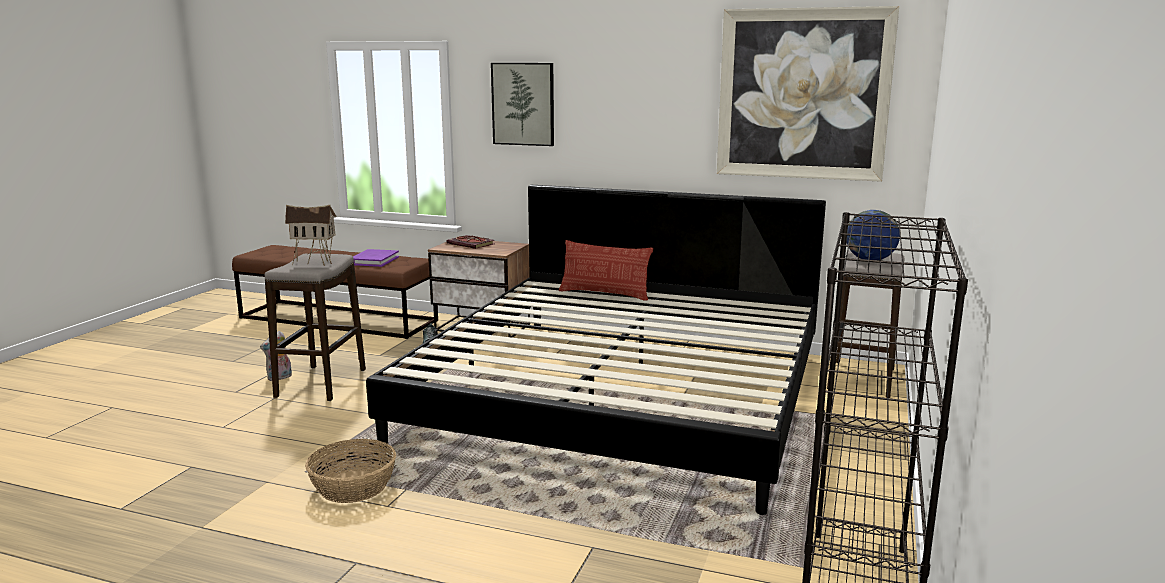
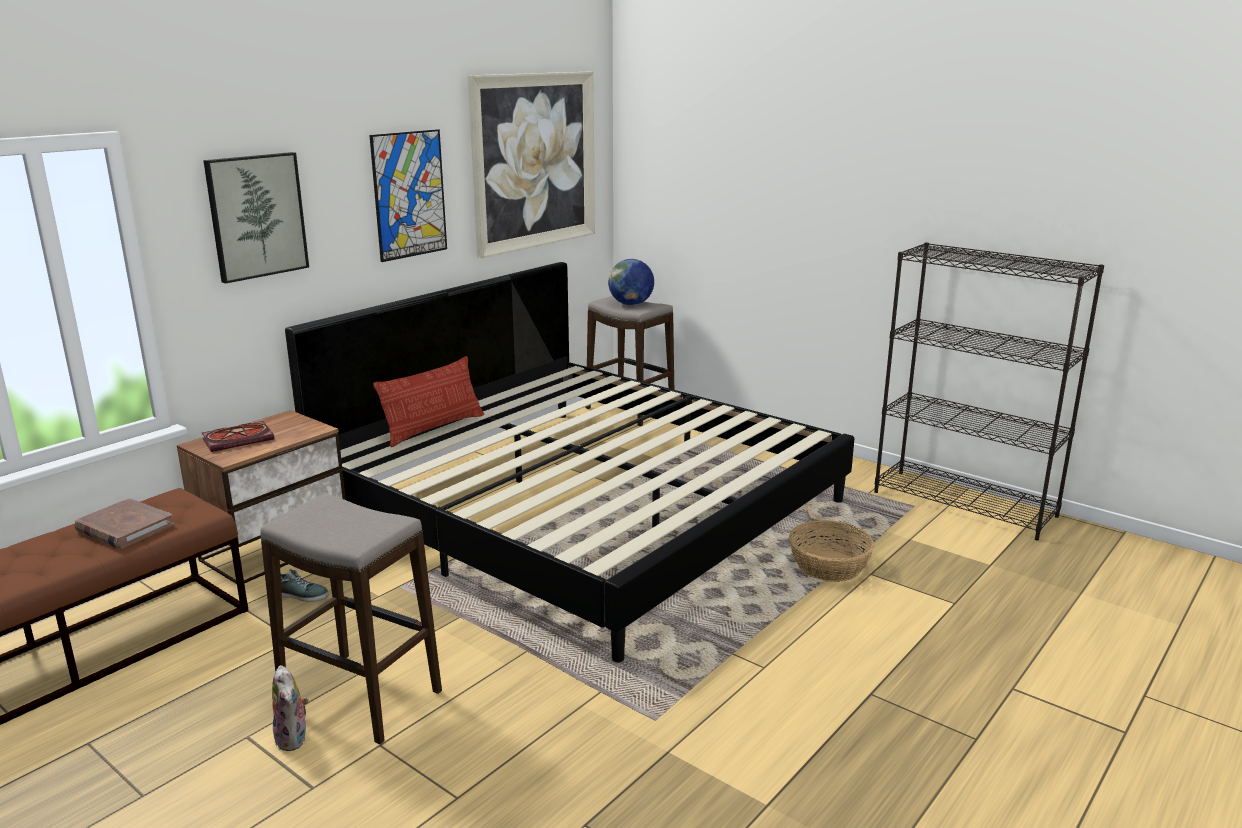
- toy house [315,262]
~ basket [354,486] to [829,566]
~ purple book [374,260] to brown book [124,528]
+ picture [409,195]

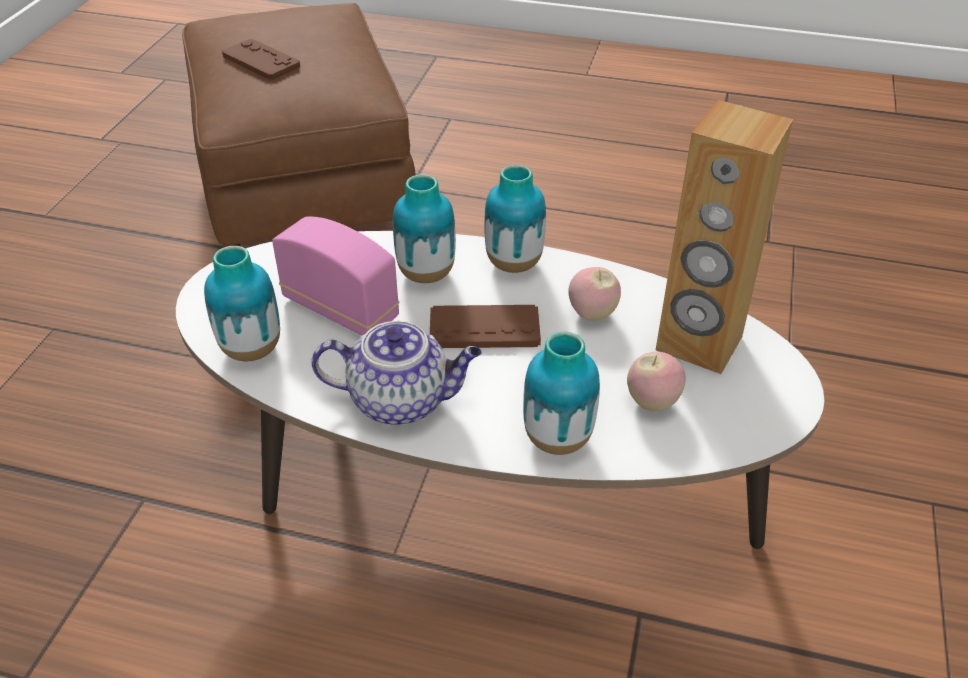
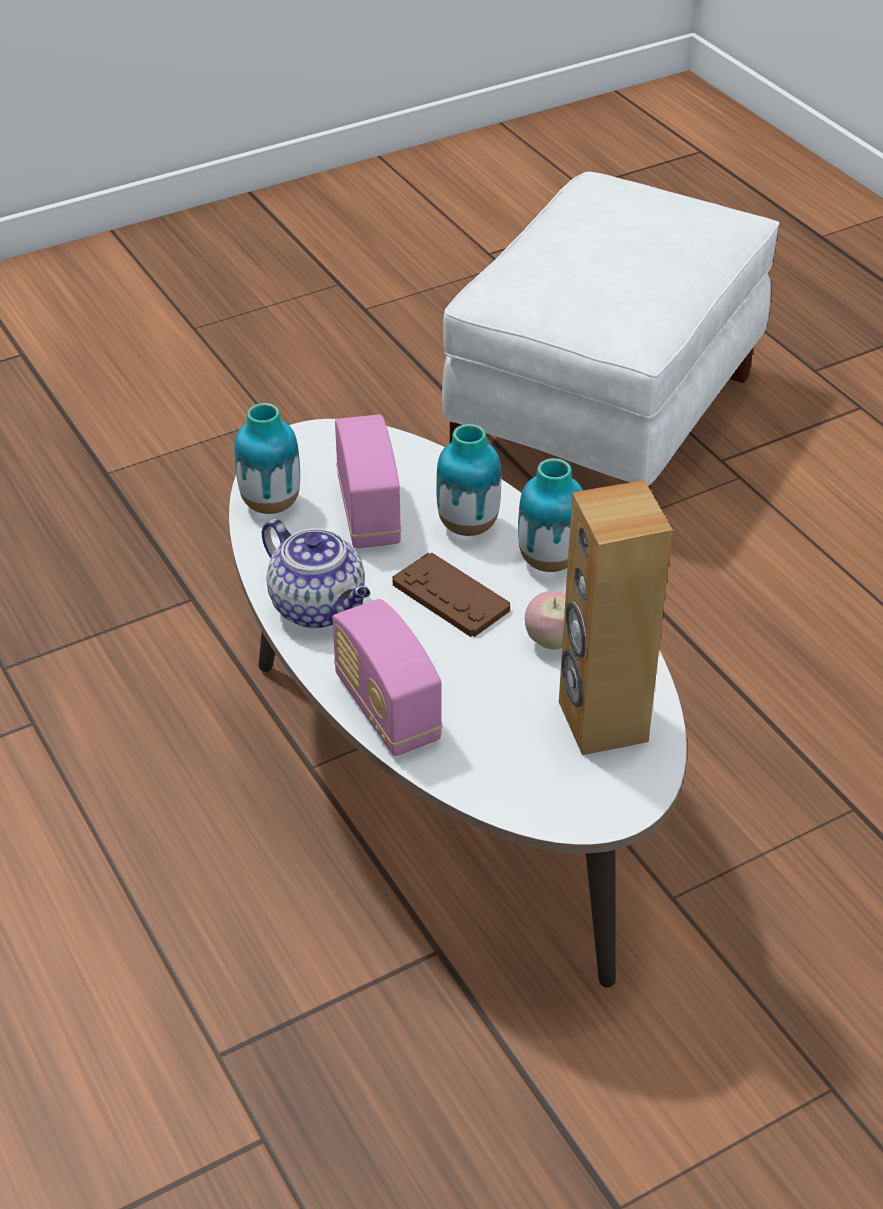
~ brown ottoman [308,199] to white ottoman [605,417]
- brown game controller [261,61]
~ vase [557,439] to radio [387,709]
- apple [652,402]

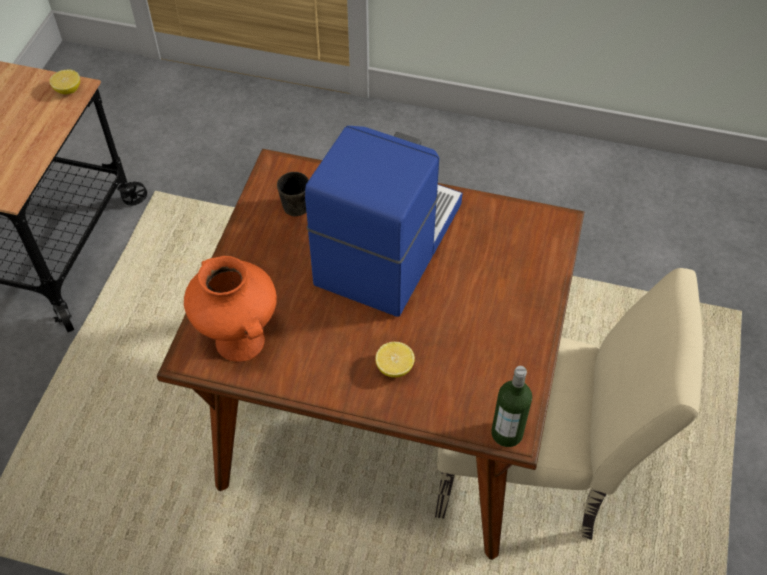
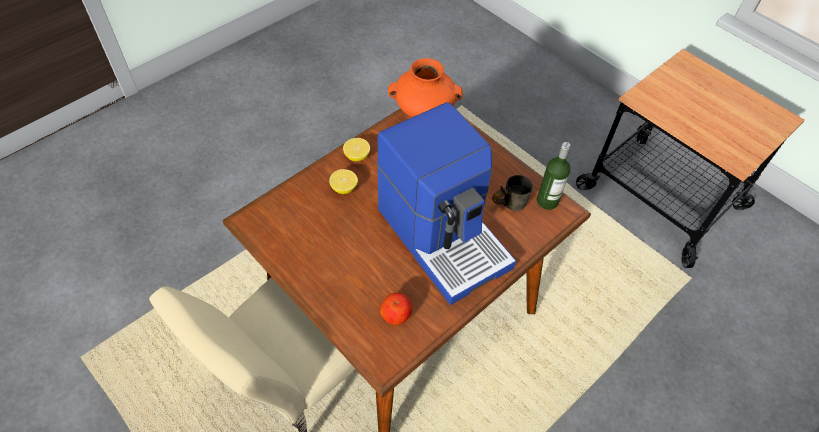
~ lemon [68,90] to [357,156]
~ bottle [507,433] to [547,201]
+ apple [396,315]

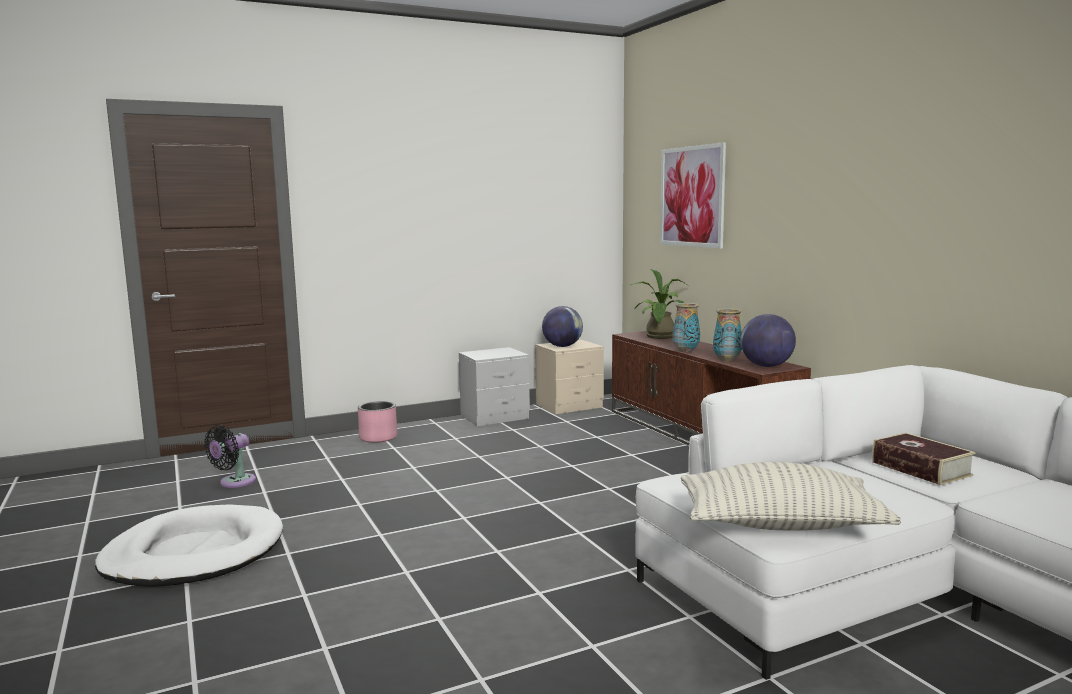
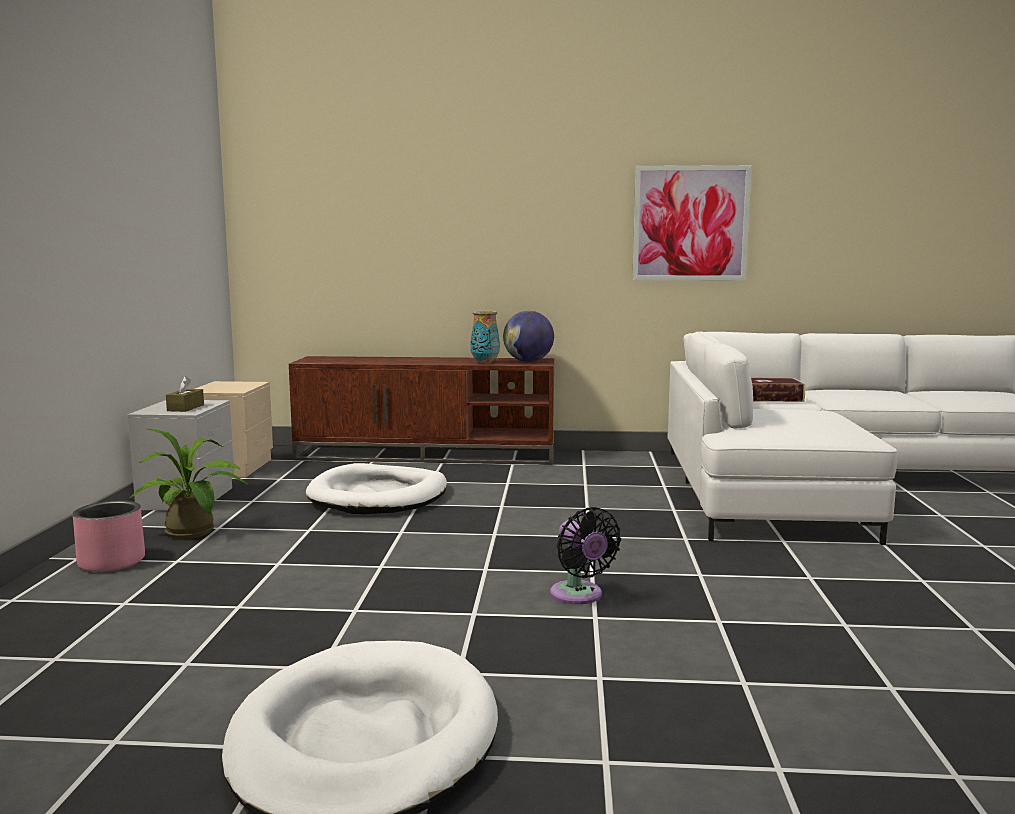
~ black fan [234,482] to [579,596]
- globe [562,346]
~ potted plant [660,337] to [194,534]
~ picture [692,196] to [690,223]
- vase [686,351]
- pillow [780,525]
+ brown tissue box [185,408]
+ white dog bed [379,496]

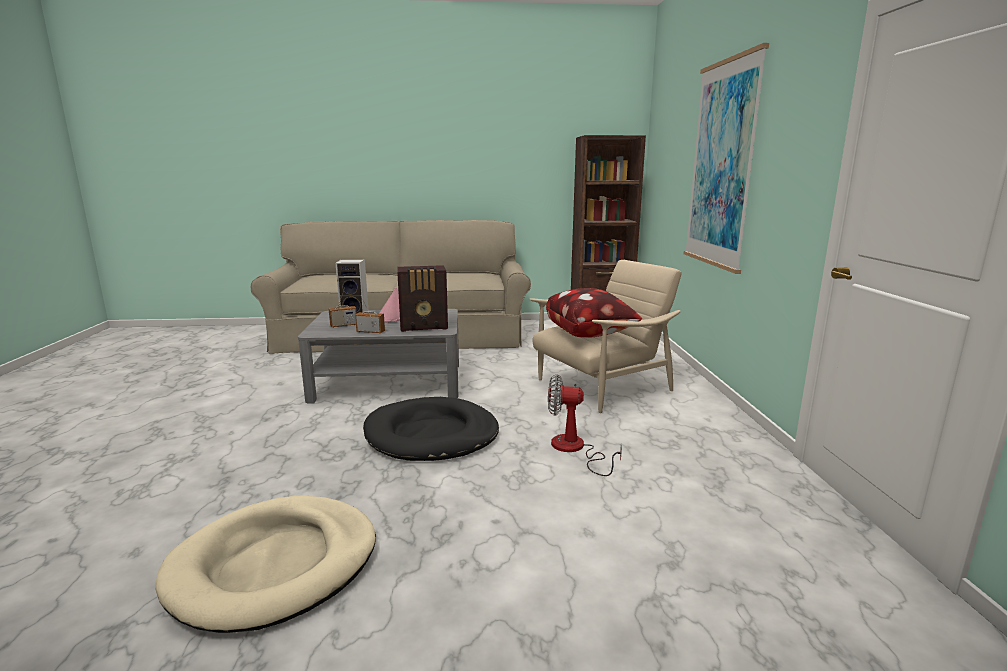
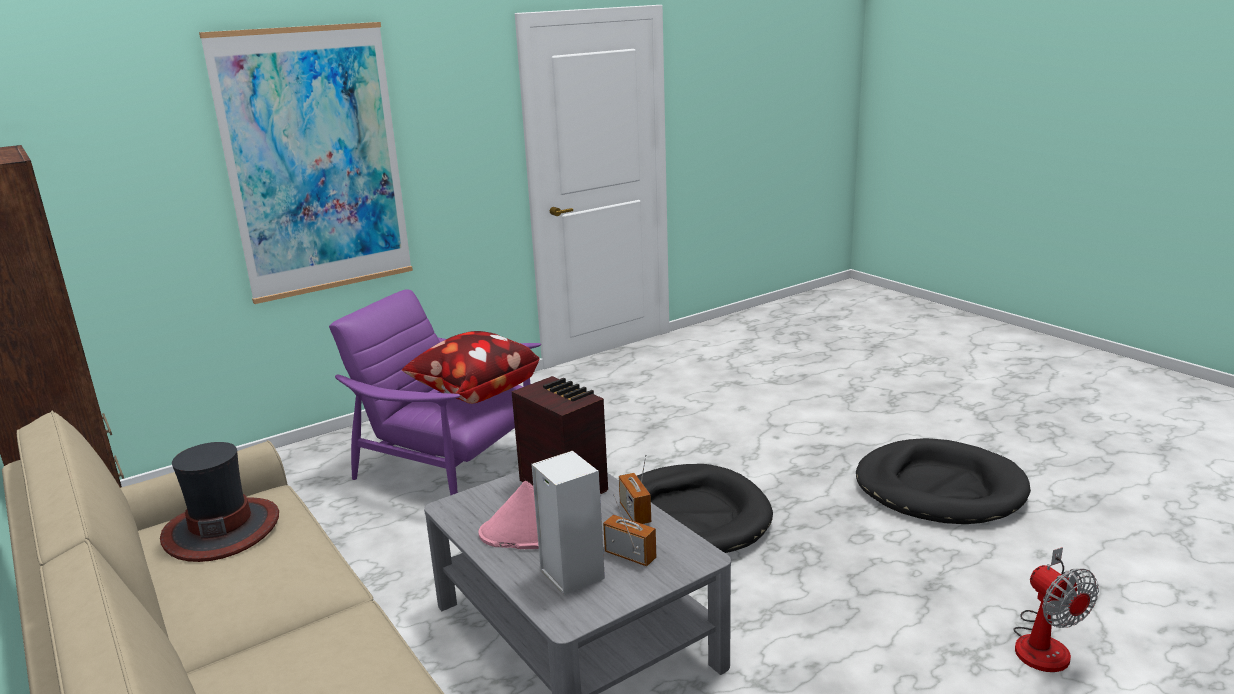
~ beige dog bed [275,565] to black dog bed [939,488]
~ beige armchair [601,386] to purple armchair [449,465]
~ fan [574,449] to [1044,642]
+ hat [222,529]

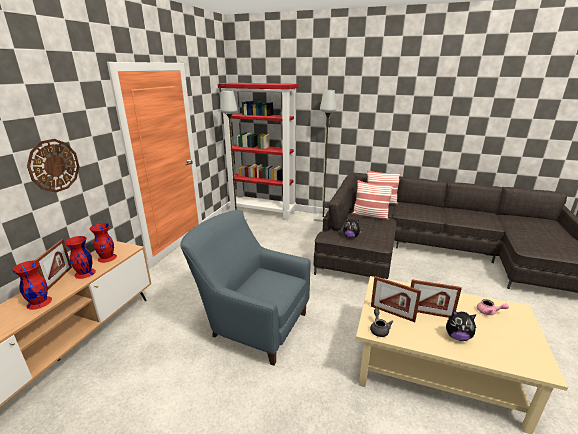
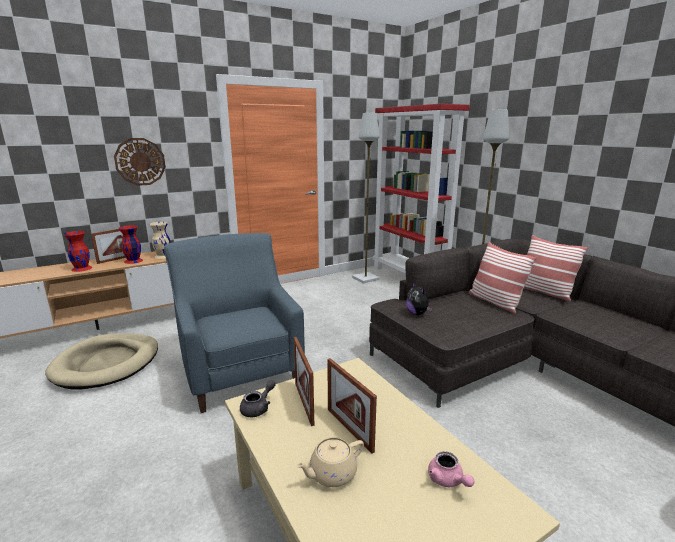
~ red vase [107,258] to beige vase [163,256]
~ plush toy [457,337] to beige teapot [331,474]
+ beige dog bed [107,363]

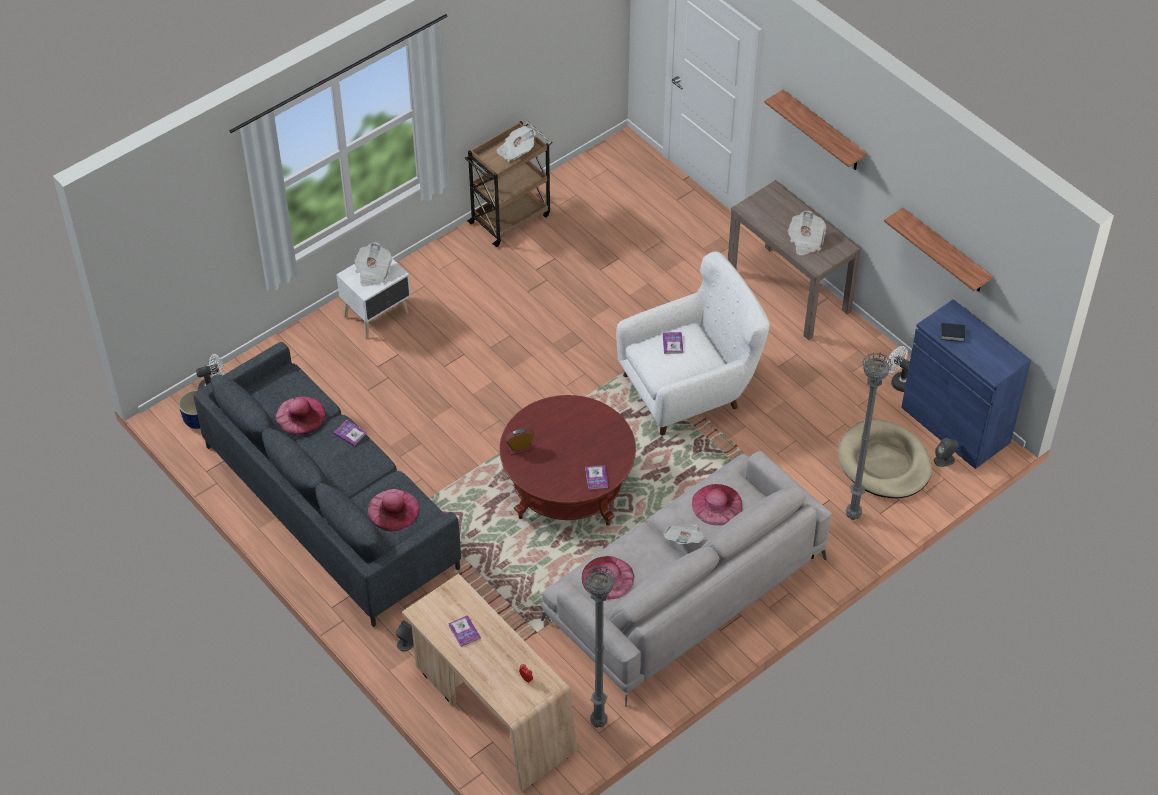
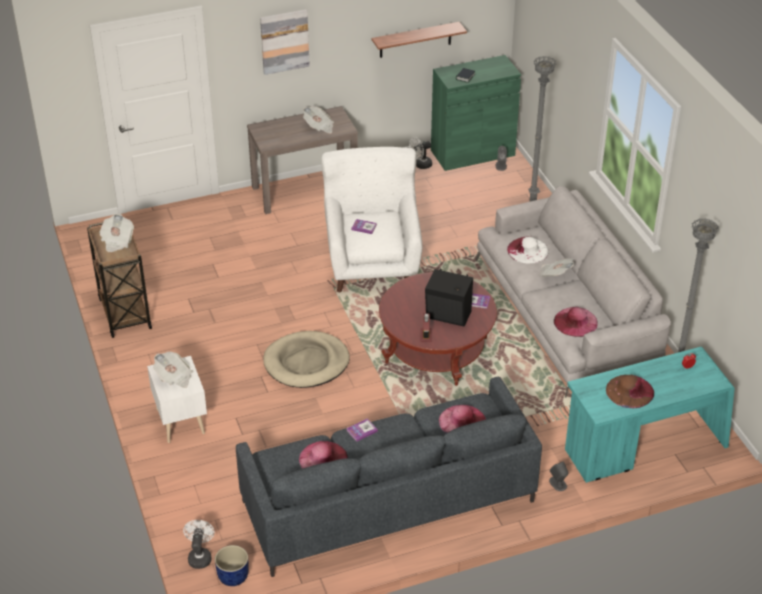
~ beige desk [491,710] to turquoise desk [643,447]
~ book [464,631] to brown hat [629,391]
~ pink hat [717,504] to white hat [527,250]
~ shelf [823,132] to picture [284,41]
~ beige dog bed [884,463] to [306,363]
~ blue cabinet [955,425] to green cabinet [472,153]
+ black speaker [448,316]

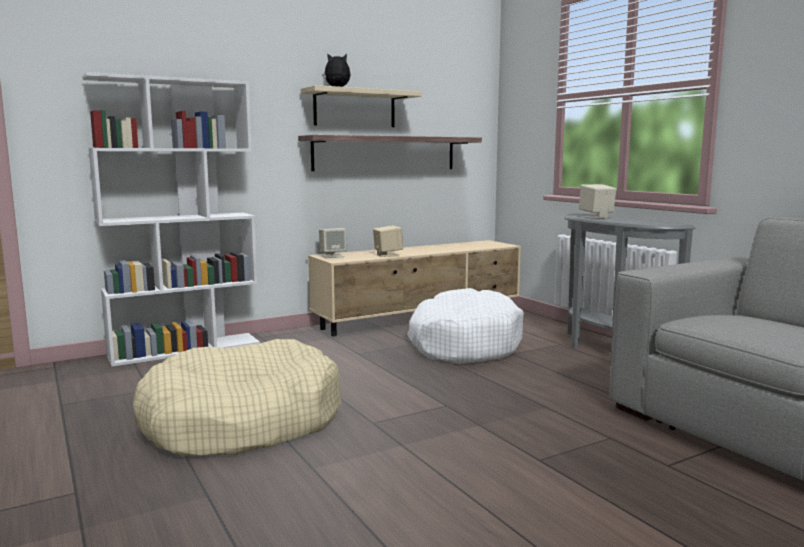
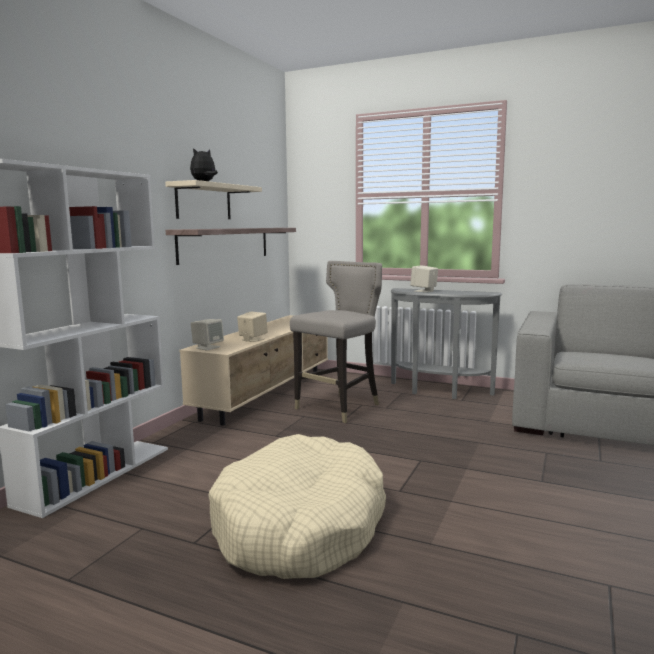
~ white dog bed [464,344] to grey stool [340,407]

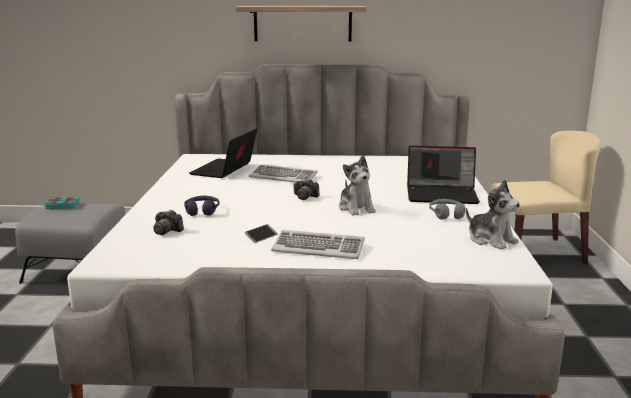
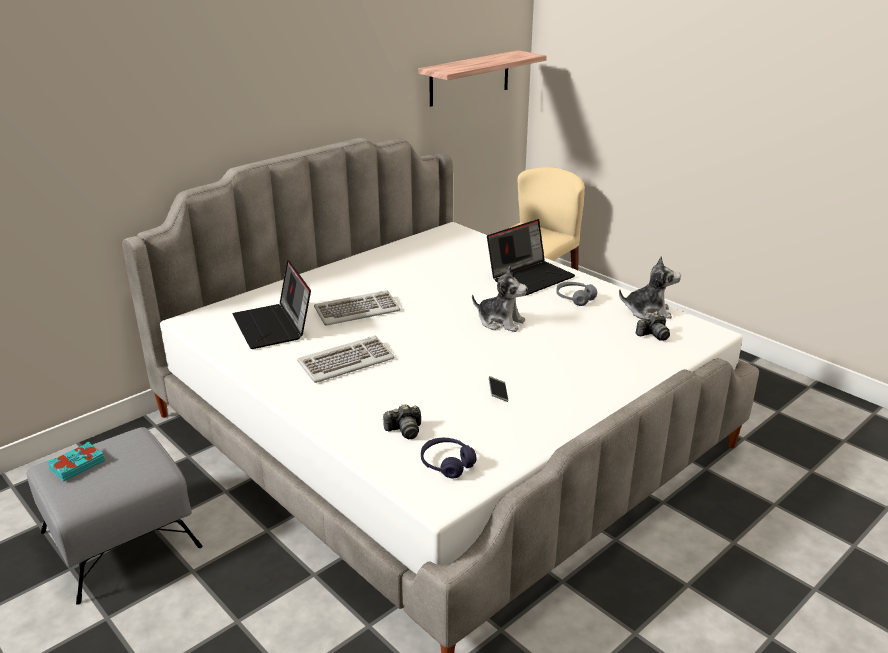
~ purple headphones [202,211] to [447,464]
~ shelf [302,23] to [469,78]
~ keyboard [319,248] to [346,362]
~ photo camera [305,197] to [653,335]

